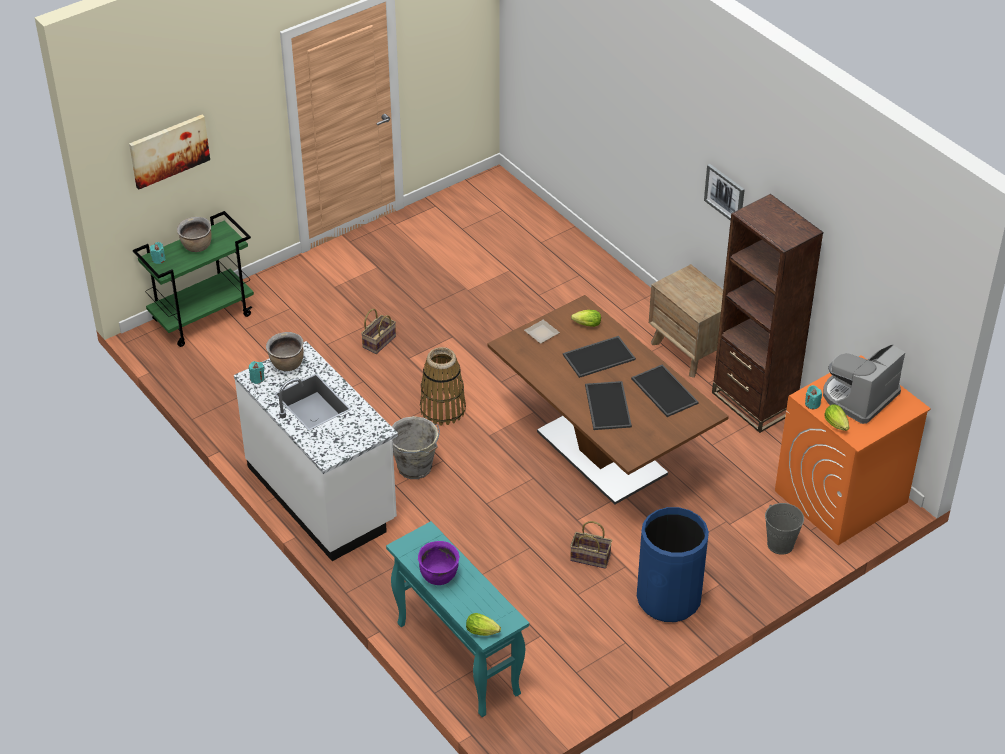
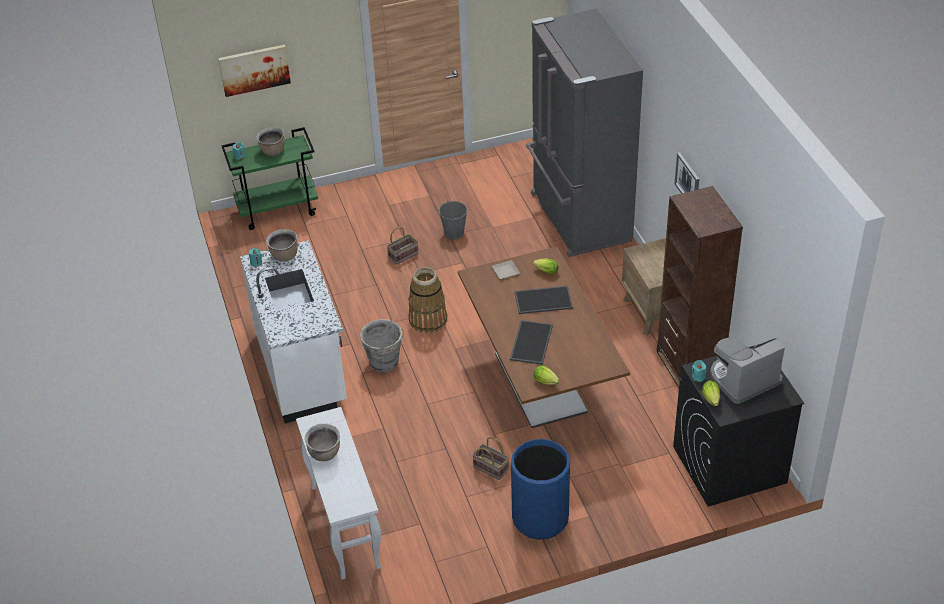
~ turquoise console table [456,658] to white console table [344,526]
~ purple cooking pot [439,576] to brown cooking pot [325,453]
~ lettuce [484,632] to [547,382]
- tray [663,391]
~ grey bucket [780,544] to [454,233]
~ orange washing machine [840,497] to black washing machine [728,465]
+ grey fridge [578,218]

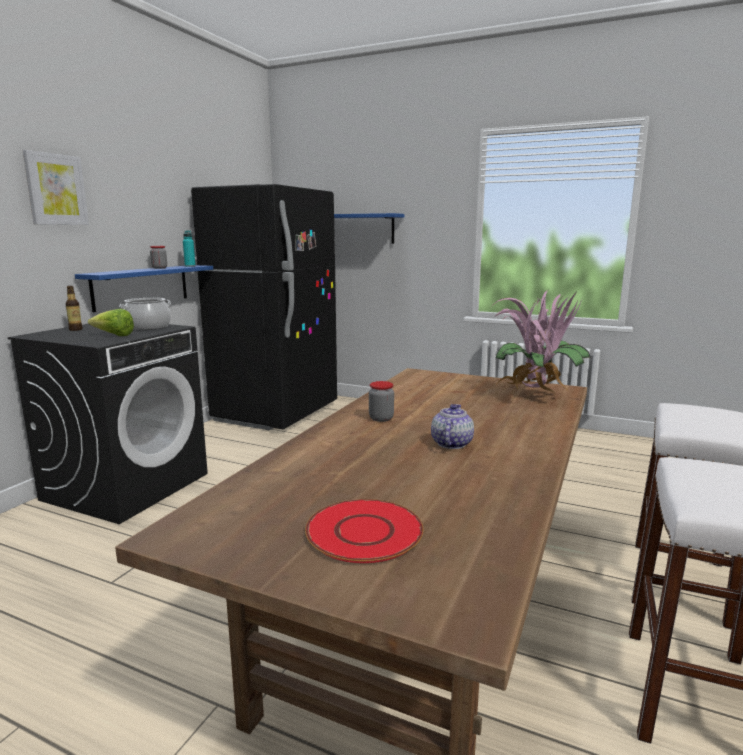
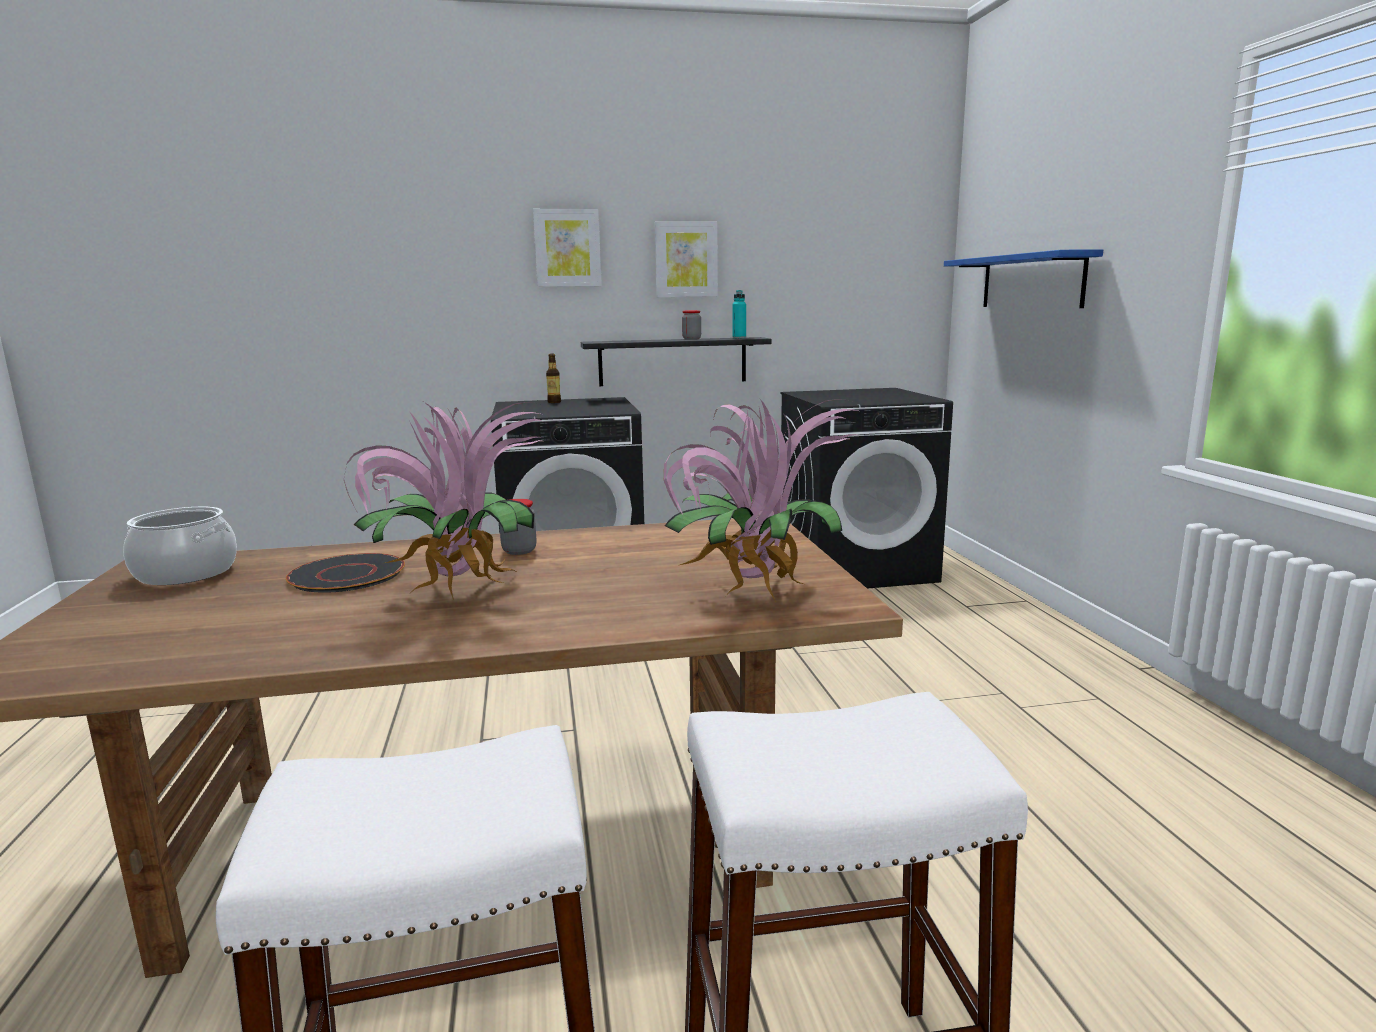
~ blue shelf [141,286] to black shelf [673,361]
- lettuce [114,335]
~ cooking pot [148,327] to [185,573]
~ black fridge [277,413] to black washing machine [856,568]
- red plate [364,531]
~ teapot [451,444] to potted plant [456,594]
+ black plate [347,575]
+ picture [686,260]

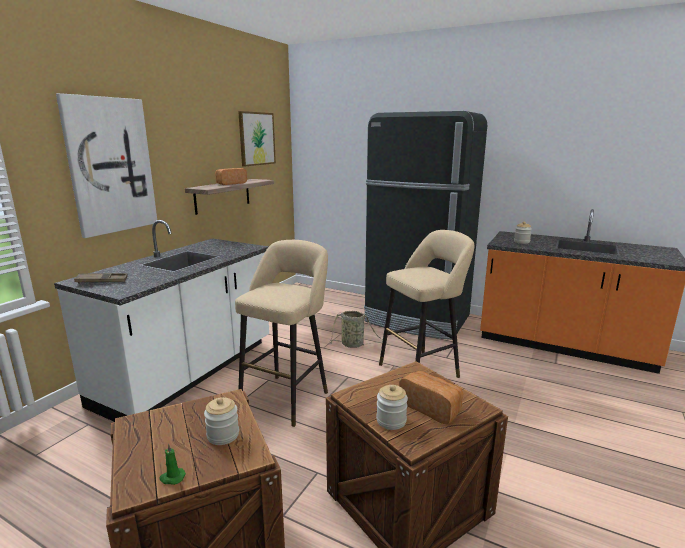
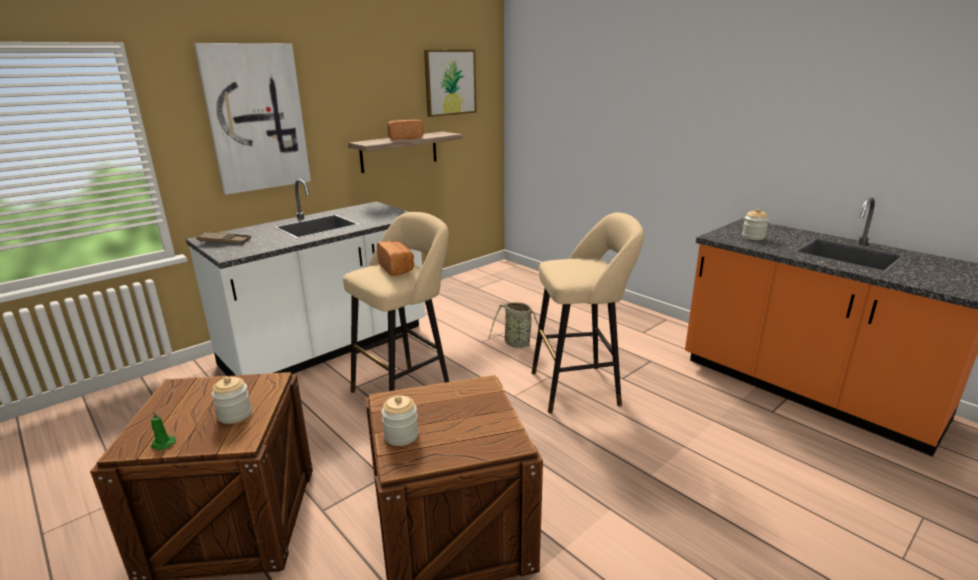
- black fridge [417,319]
~ bread [431,407] to [397,268]

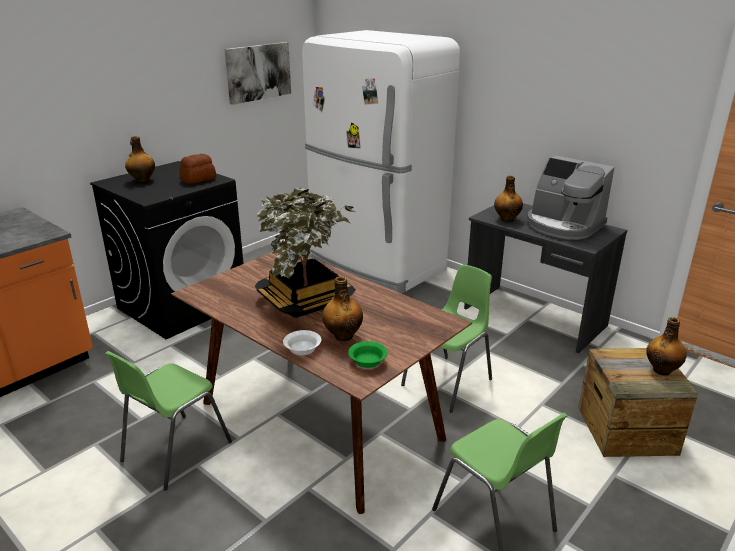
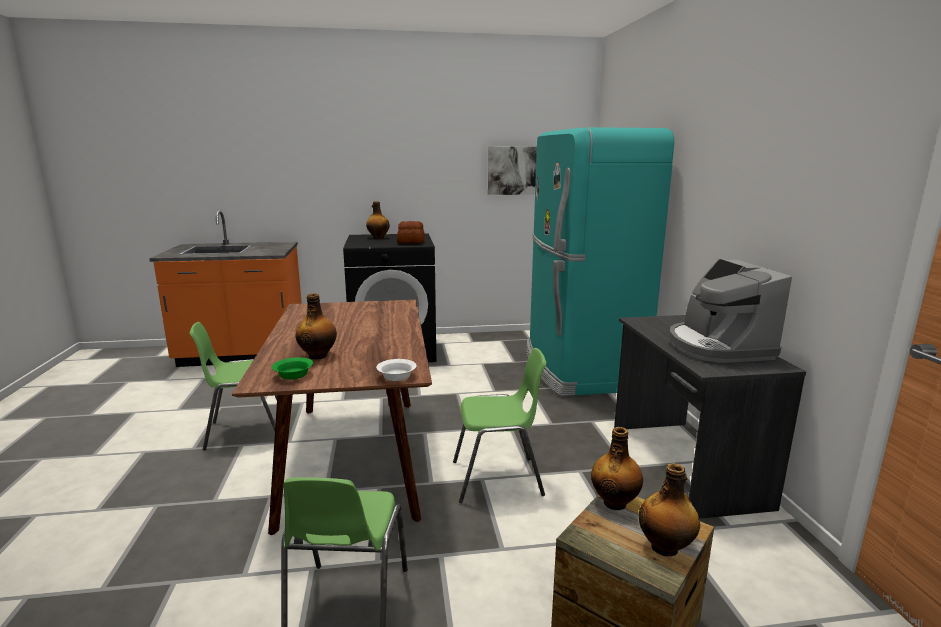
- potted plant [306,301]
~ white bowl [301,349] to [396,376]
~ white fridge [375,266] to turquoise fridge [579,369]
~ bottle [507,219] to [615,502]

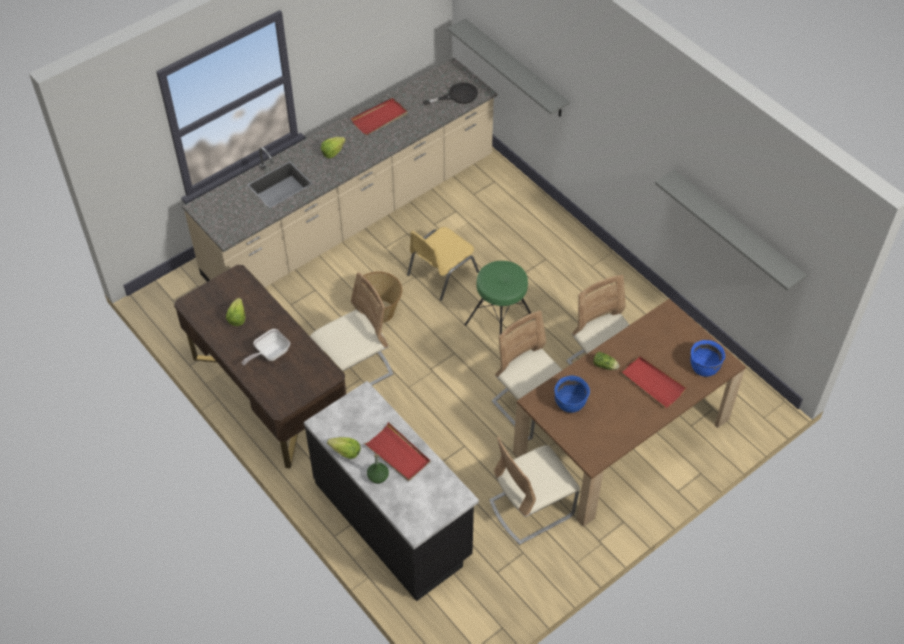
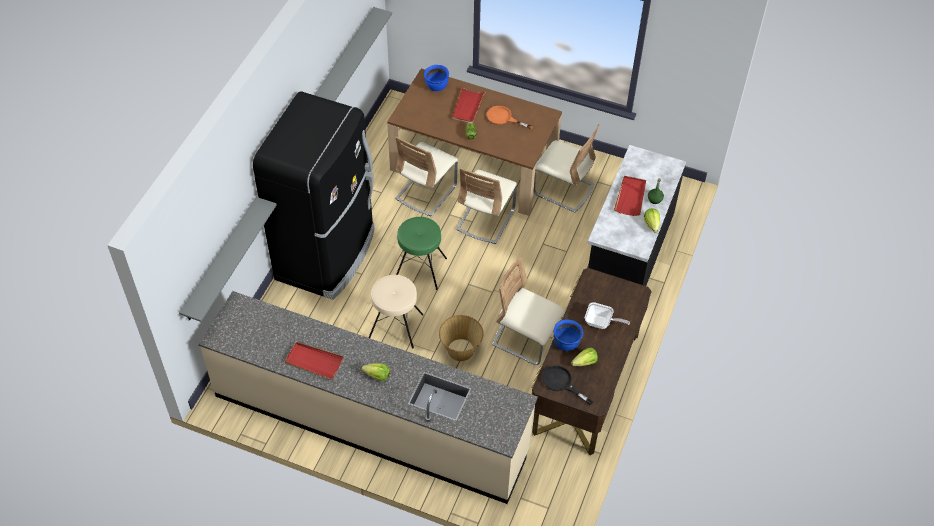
~ yellow chair [441,273] to beige stool [395,327]
~ black frying pan [457,96] to [561,383]
~ blue cooking pot [570,404] to [566,343]
+ black fridge [327,254]
+ orange frying pan [503,118]

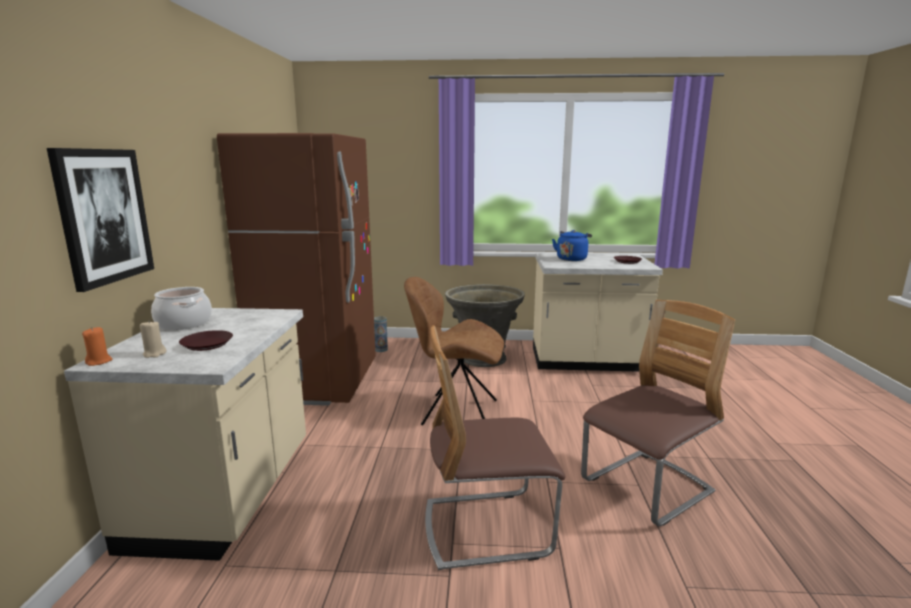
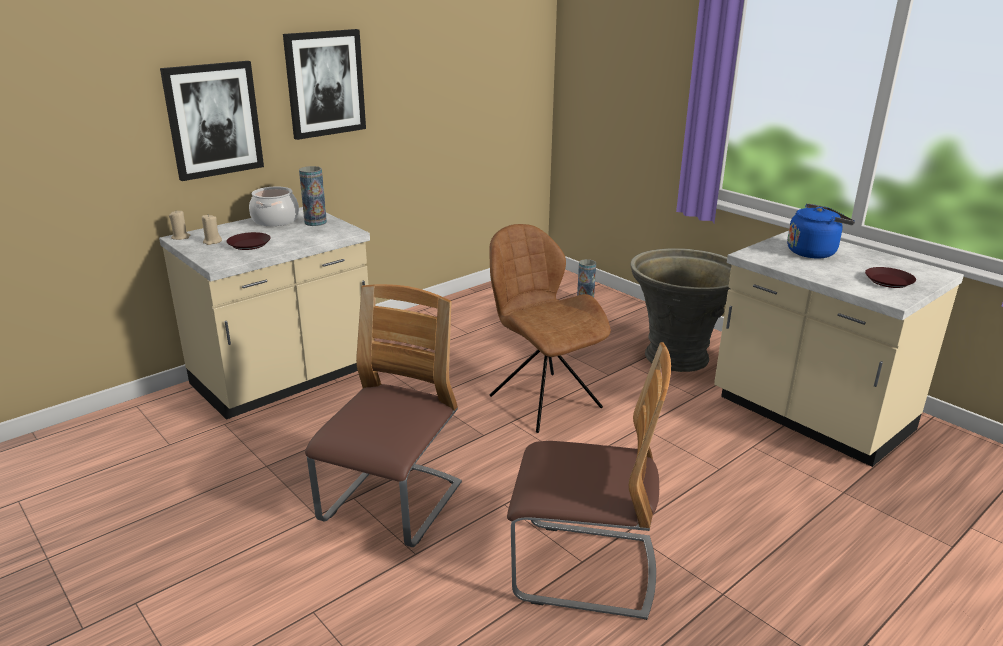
~ orange candle [99,362] to beige candle [181,237]
- brown fridge [318,381]
~ chair [486,528] = [392,504] 75 degrees clockwise
+ picture [325,83]
+ vase [315,222]

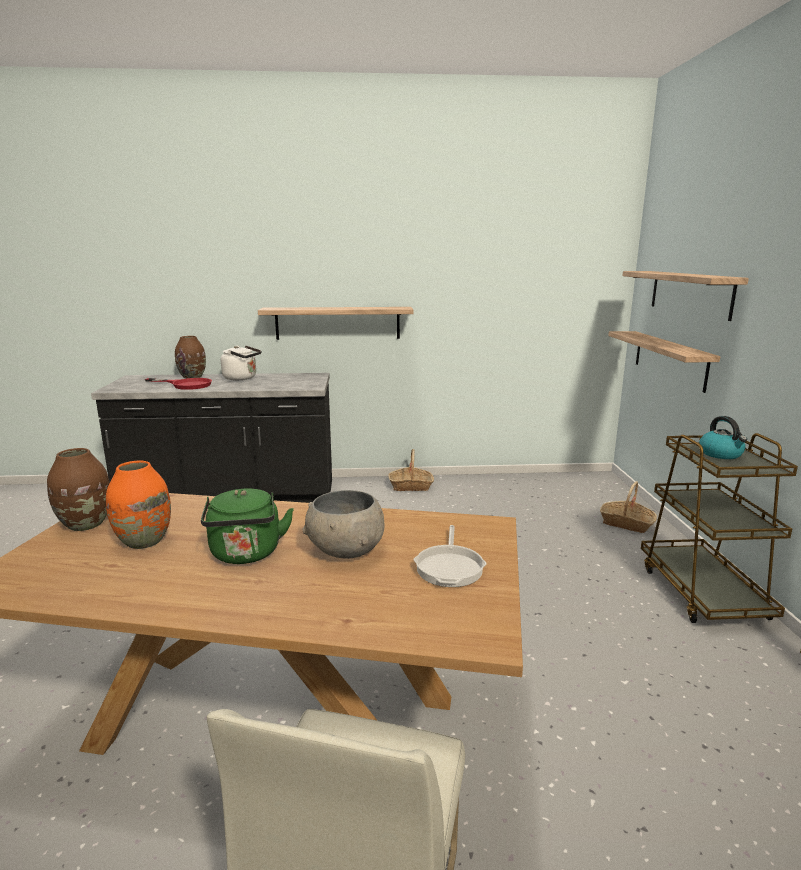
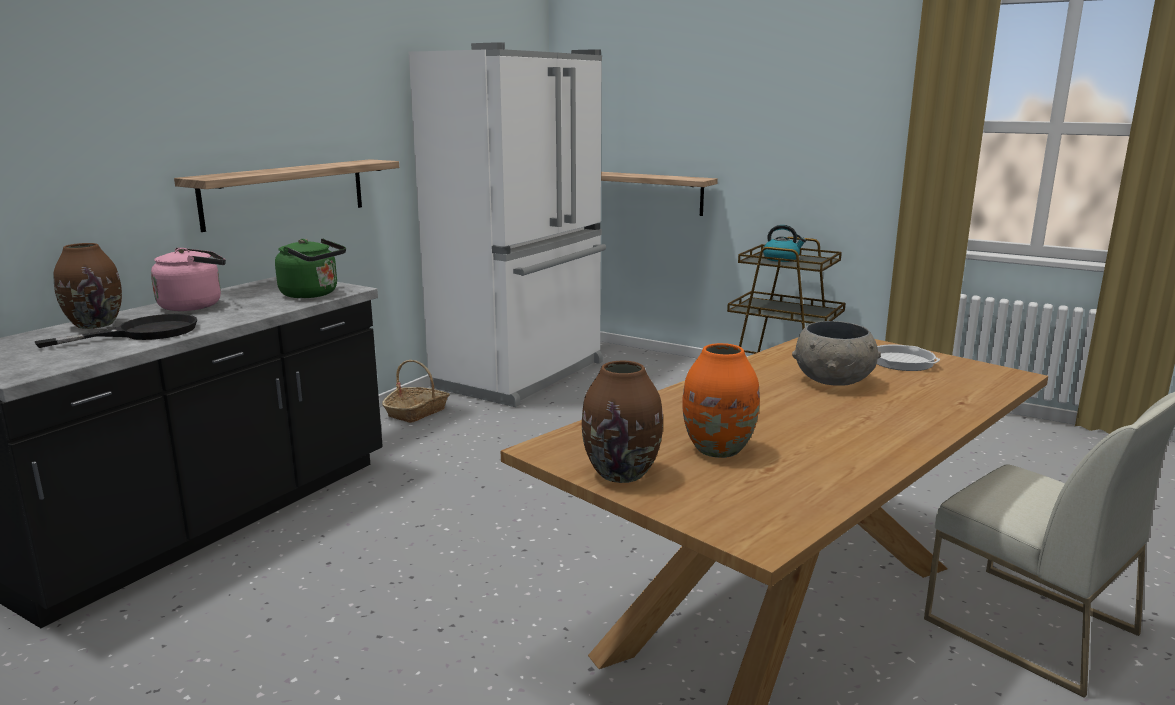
~ red frying pan [186,385] to black frying pan [143,333]
~ green kettle [246,554] to [313,294]
~ white kettle [242,378] to pink kettle [194,305]
- basket [626,523]
- shelf [690,293]
+ white fridge [523,375]

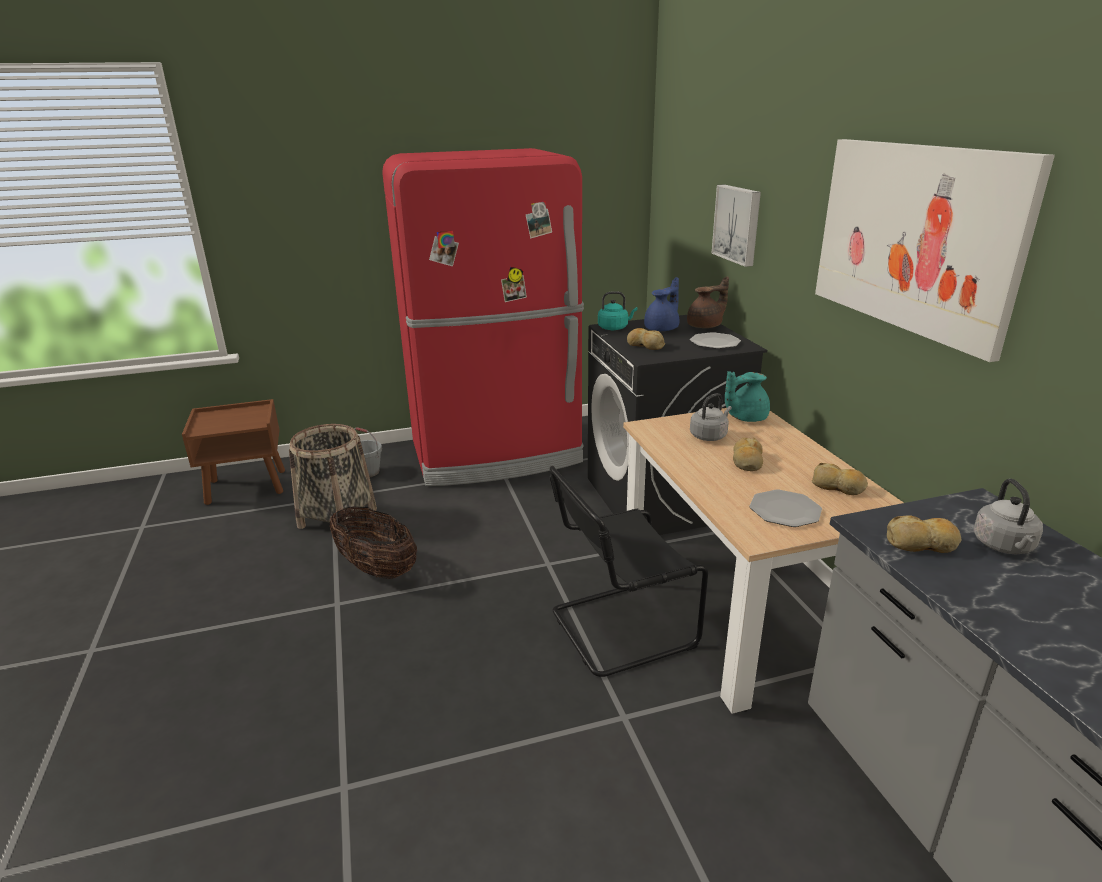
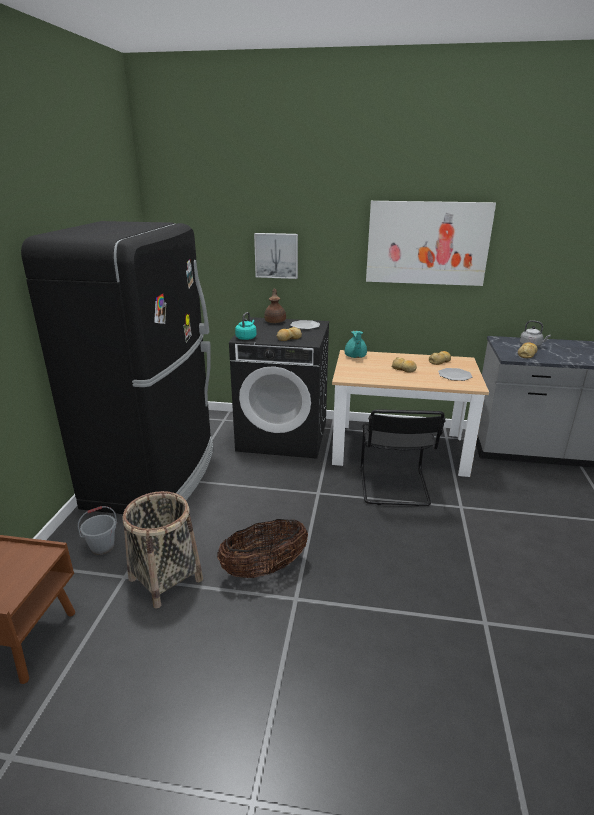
~ red fridge [497,453] to black fridge [155,475]
- blue teapot [662,329]
- grey kettle [709,436]

